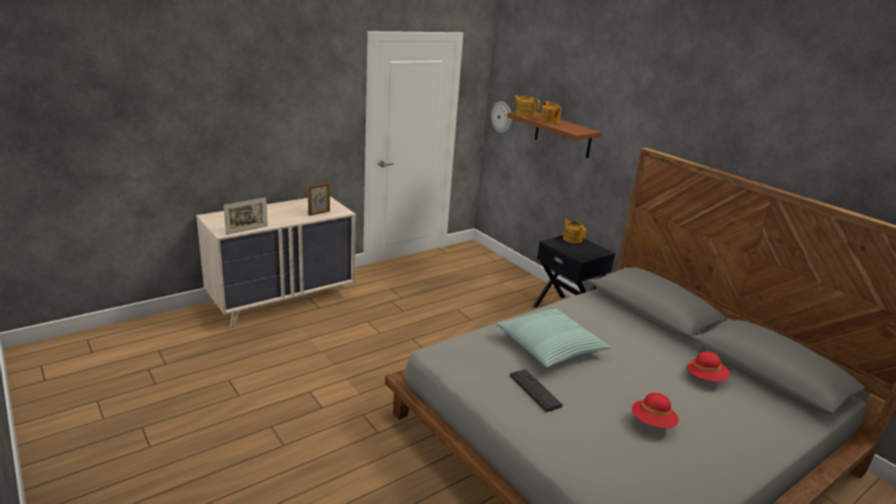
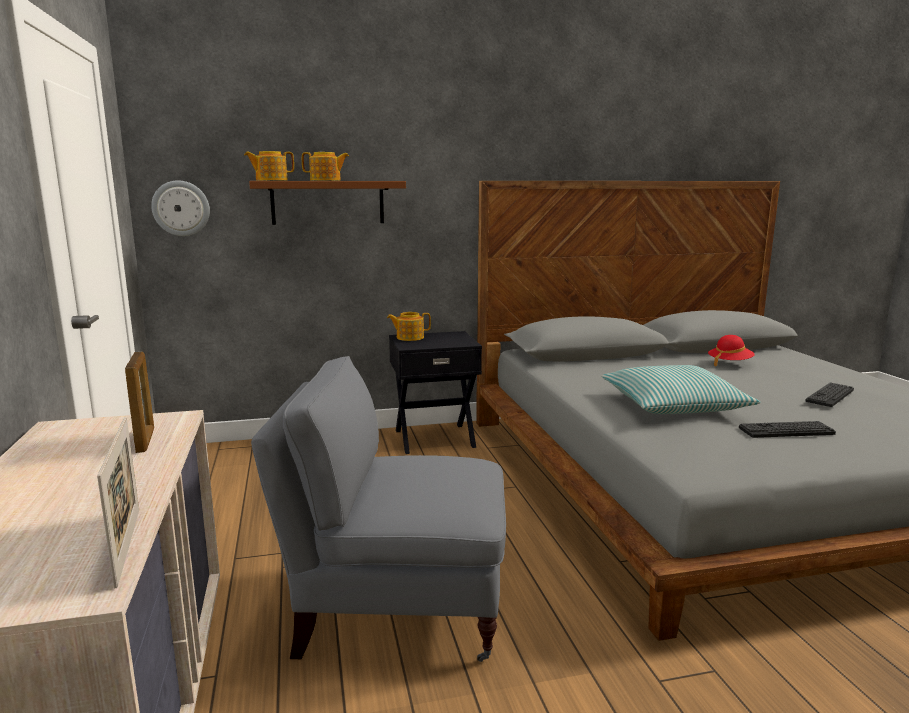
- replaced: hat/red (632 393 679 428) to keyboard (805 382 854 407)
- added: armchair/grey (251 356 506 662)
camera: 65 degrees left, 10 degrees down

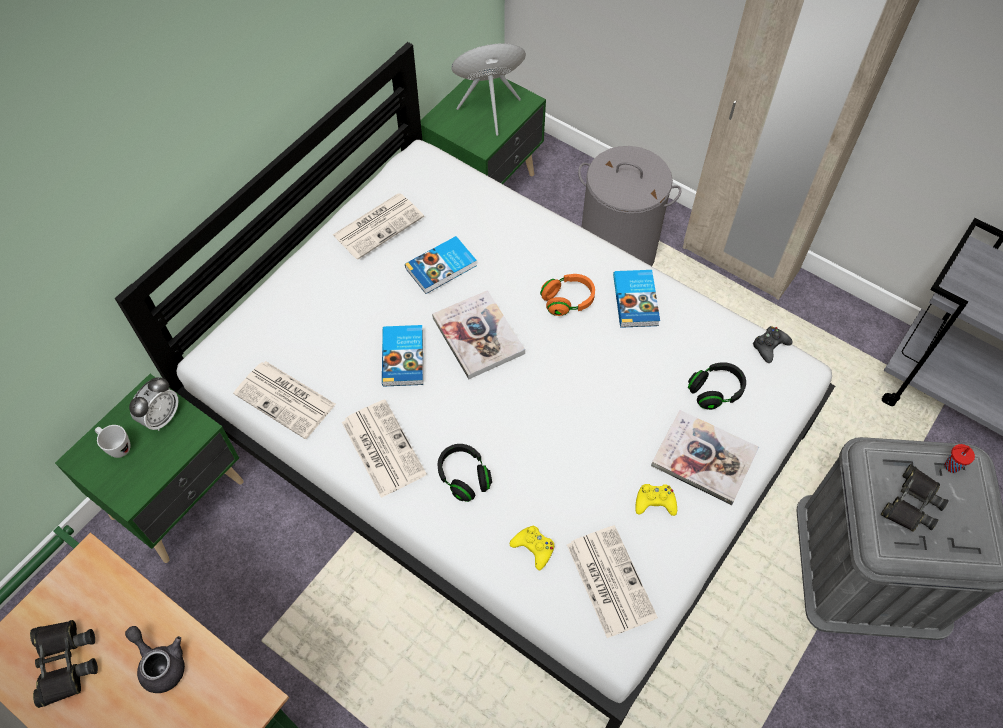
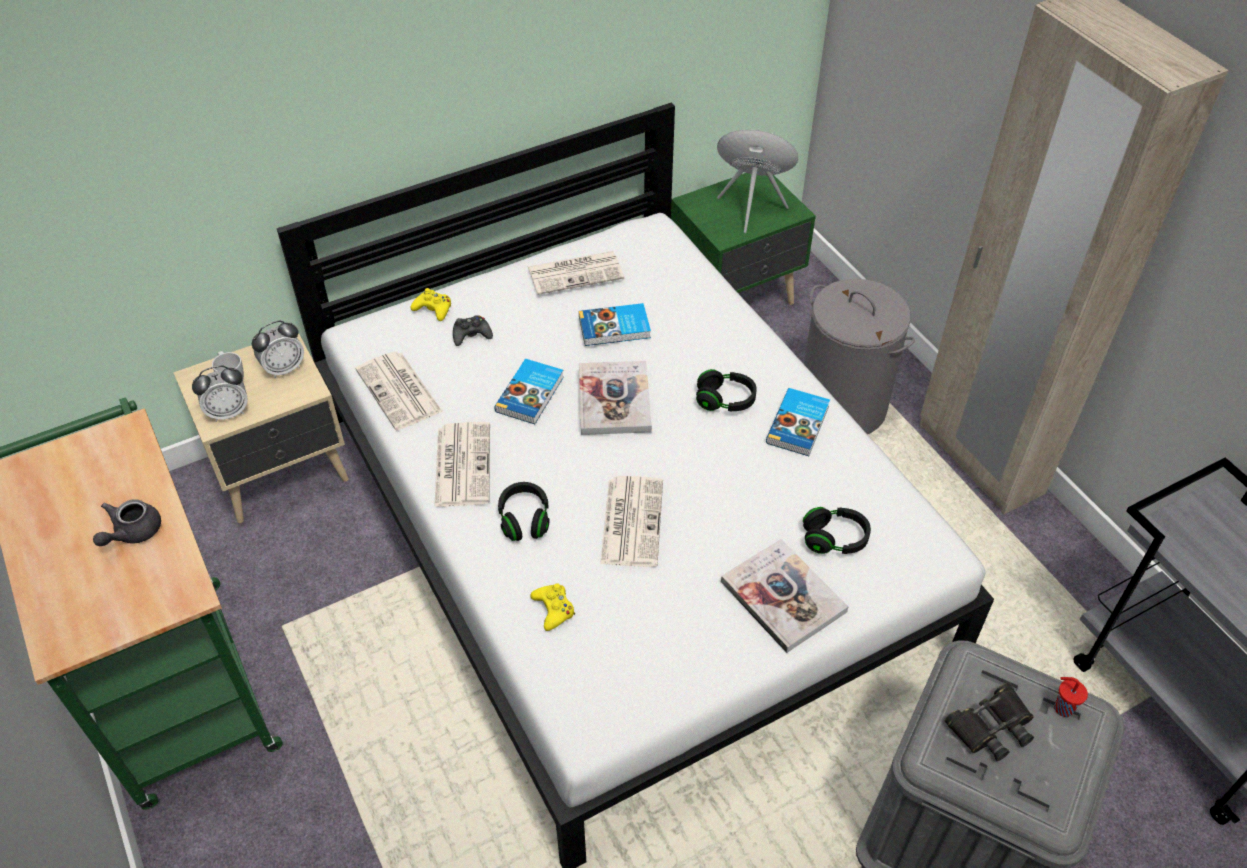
- removed: binoculars/black (30 620 98 708)
- recoloured: nightstand/green (55 374 244 563) to nightstand/beige (173 333 349 523)
- turned: teapot/grey (125 626 185 693) = (93 499 161 546) 135 degrees counterclockwise
- recoloured: headphones/orange (540 274 595 316) to headphones/black (696 369 757 412)
- moved: newspaper (567 525 658 638) to (600 476 663 567)
- moved: game controller/yellow (635 484 677 516) to (411 288 451 321)
- moved: game controller/black (752 326 793 363) to (453 315 493 346)
- added: alarm clock (192 366 248 422)
camera: 25 degrees right, 10 degrees down

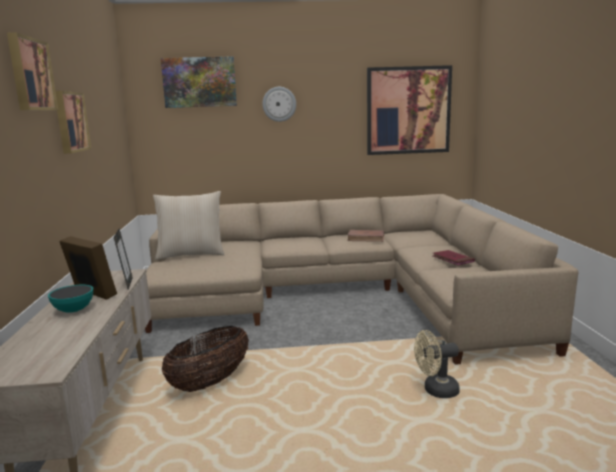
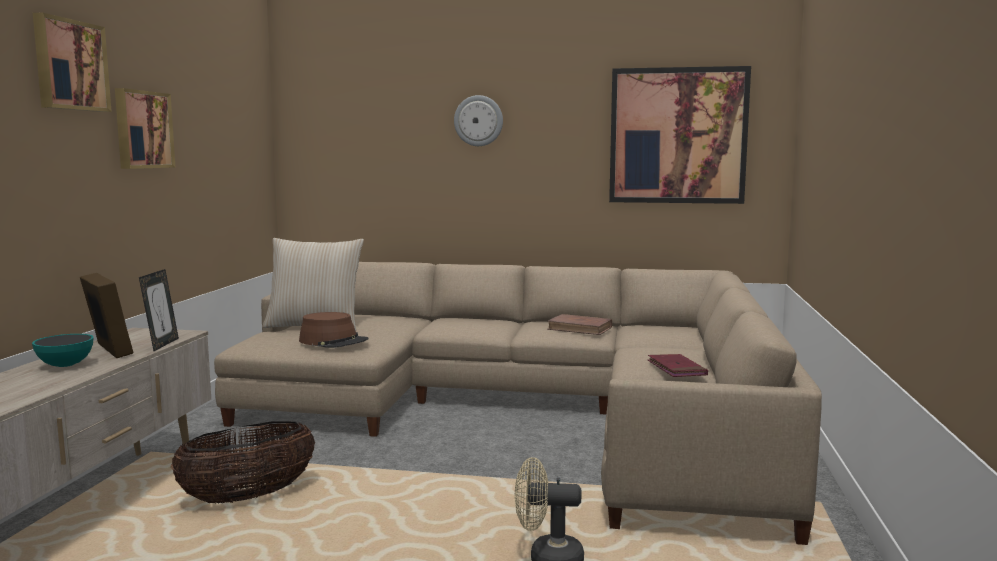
- removed: picture (161 56 237 108)
- added: hat/brown (299 312 369 348)
camera: 15 degrees right, 5 degrees down

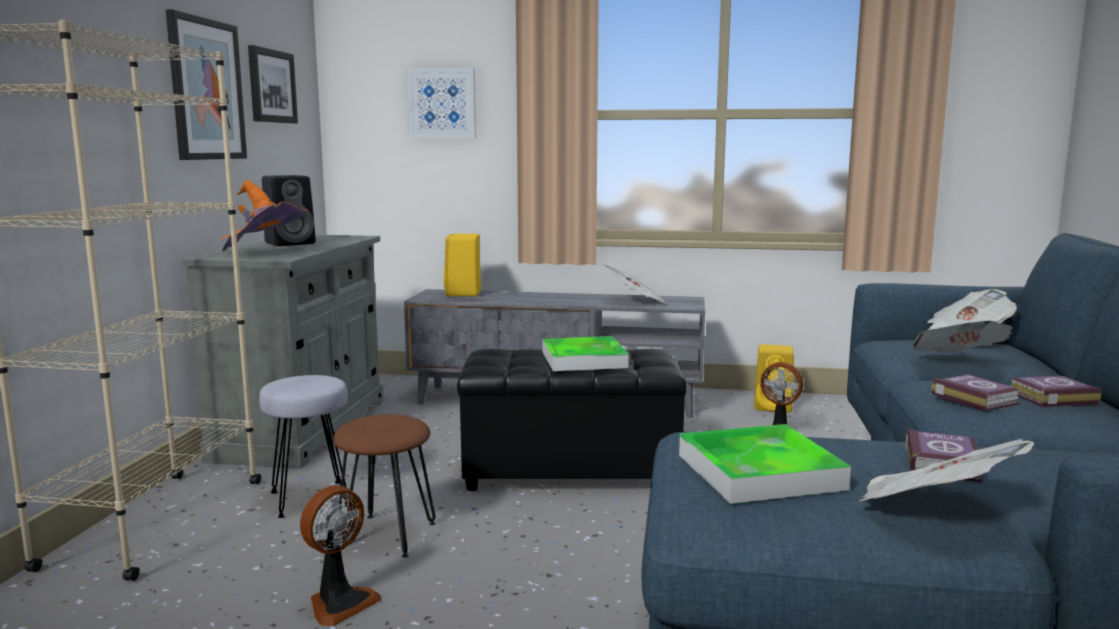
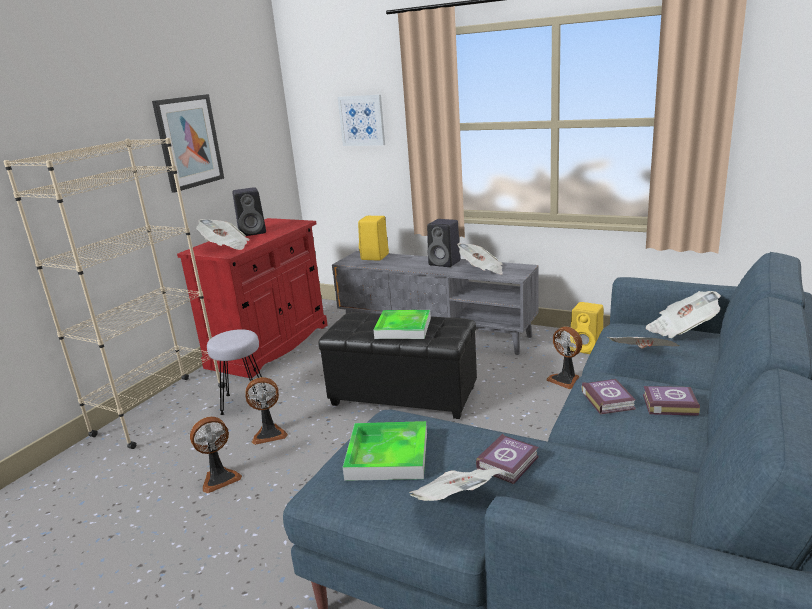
- recoloured: cabinet/grey (182 235 383 469) to cabinet/red (177 218 327 378)
- replaced: hat/orange (222 180 309 251) to newspaper (196 219 250 250)
- removed: picture (248 45 298 123)
- replaced: stool/brown (333 414 436 558) to fan (245 377 288 445)
- added: speaker/black (427 219 461 267)
camera: 20 degrees right, 10 degrees up

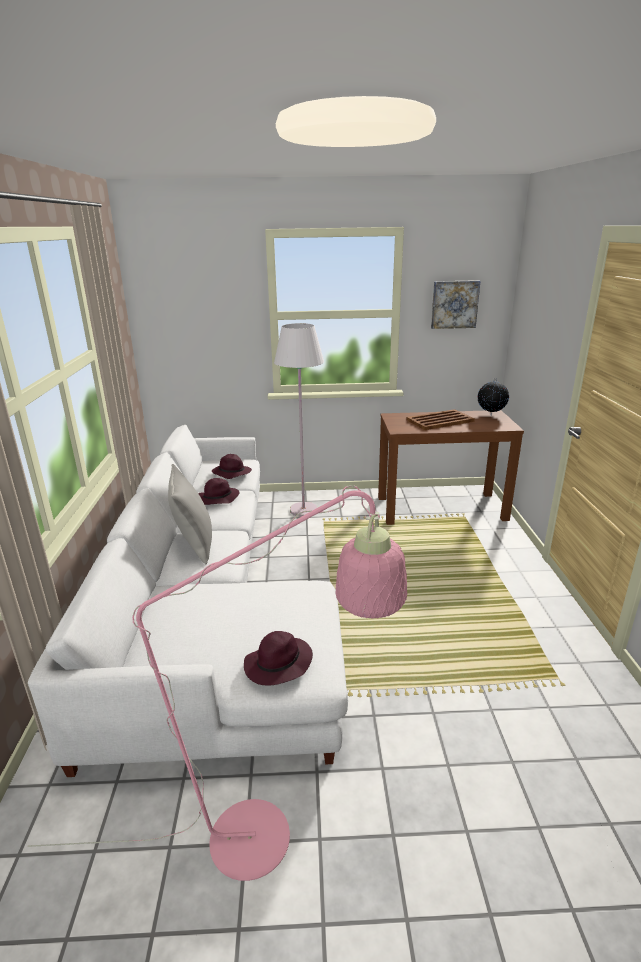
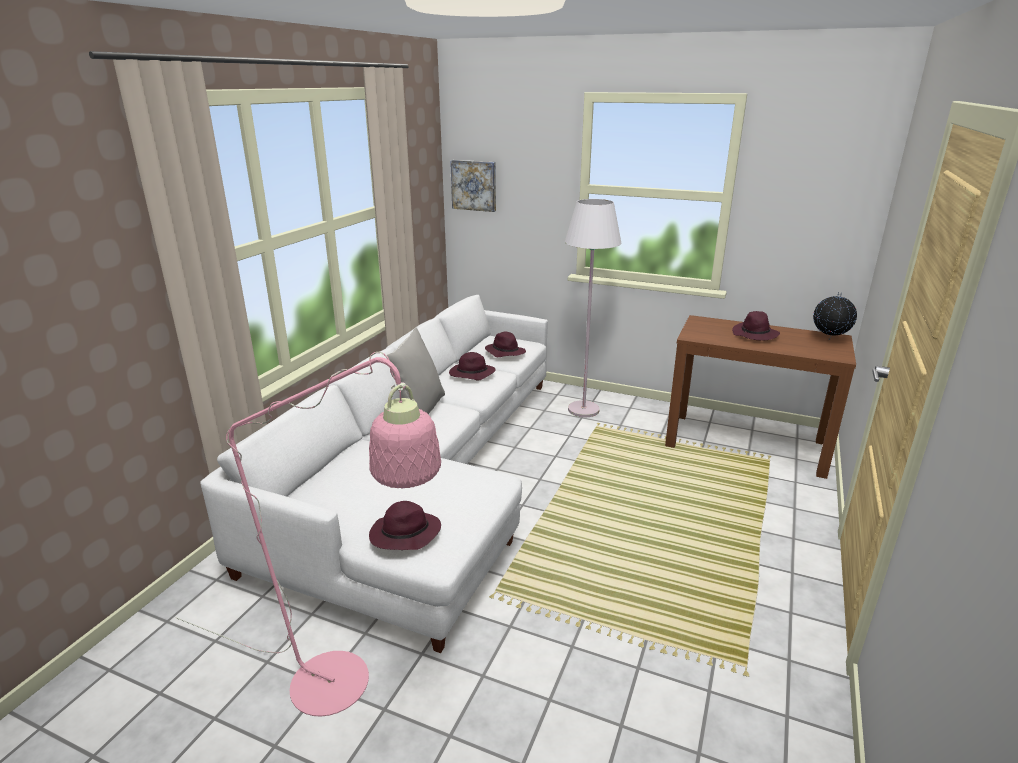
- replaced: tray/brown (406 409 475 430) to hat/purple (732 311 780 341)
- moved: picture (431 280 480 329) to (450 160 496 212)
camera: 25 degrees right, 0 degrees up

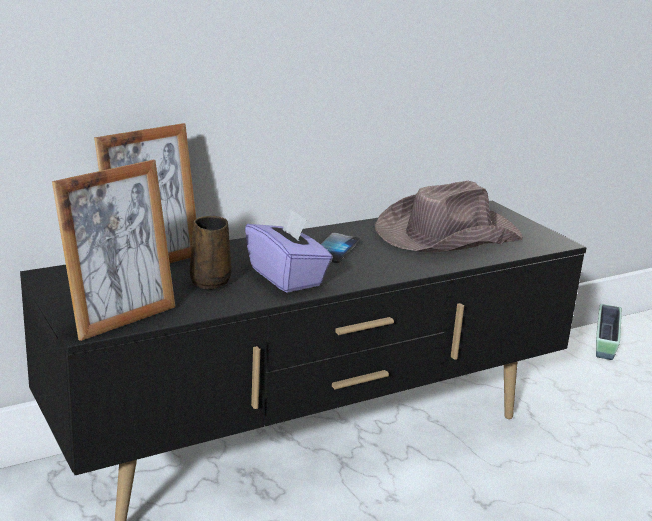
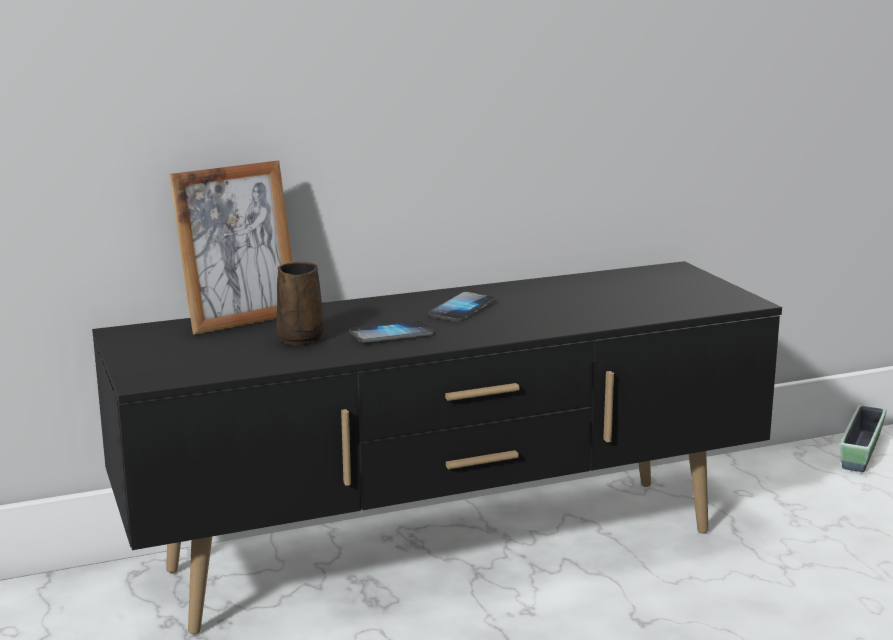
- removed: picture frame (52 160 175 341)
- replaced: tissue box/purple (245 208 333 293) to phone (349 321 435 343)
- removed: hat/brown (375 181 523 252)
camera: 10 degrees right, 5 degrees down

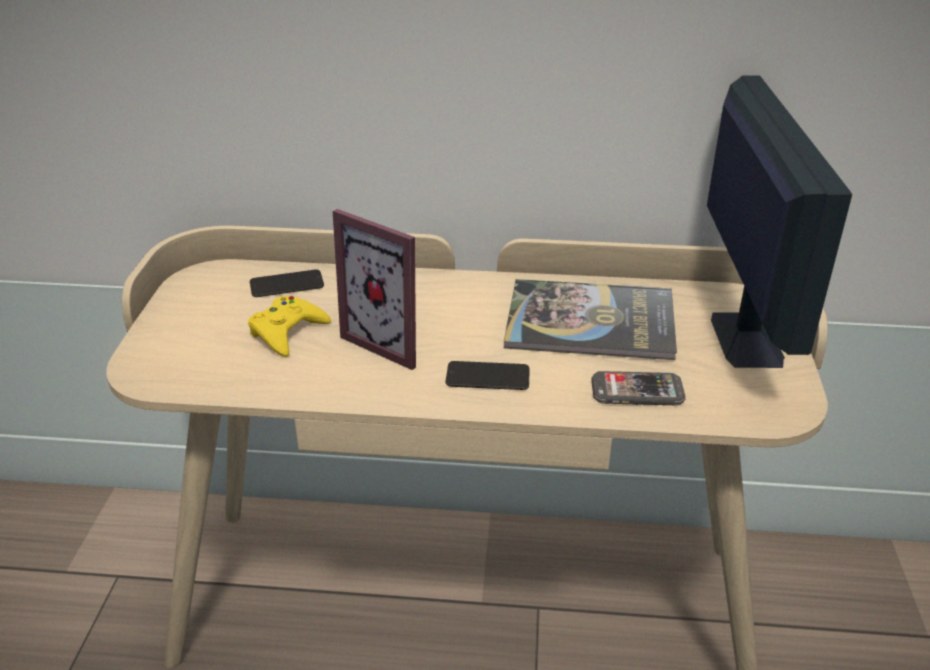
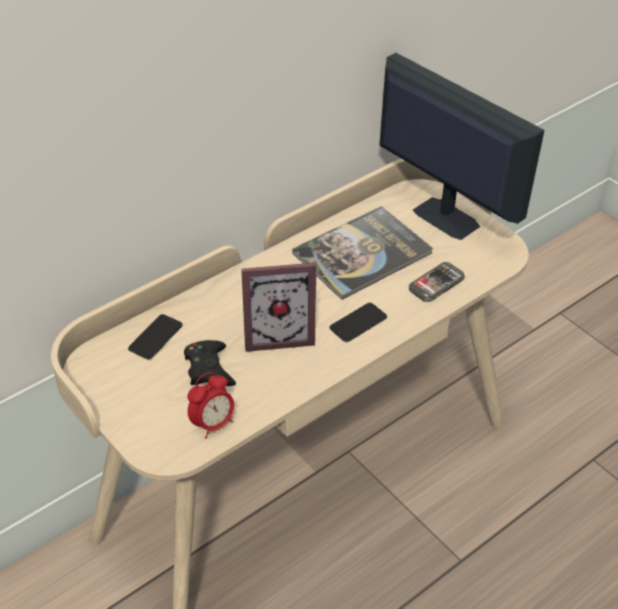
- recoloured: game controller/yellow (248 296 331 357) to game controller/black (184 340 236 386)
- added: alarm clock (187 372 234 439)
camera: 45 degrees left, 10 degrees up

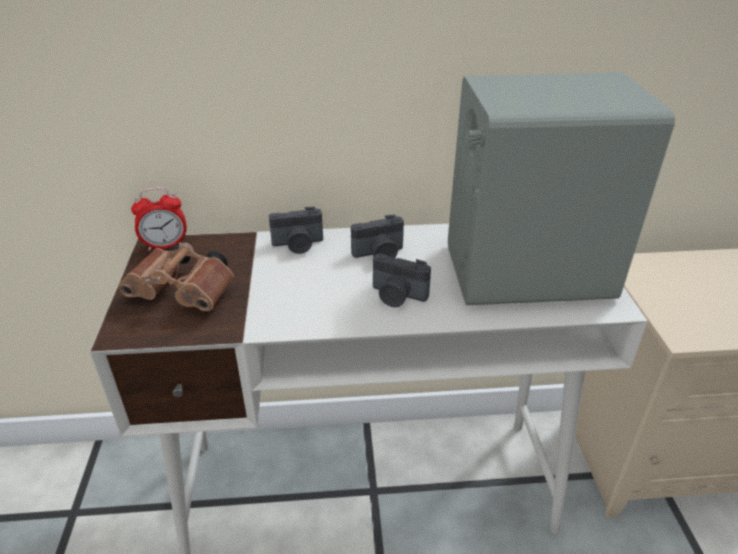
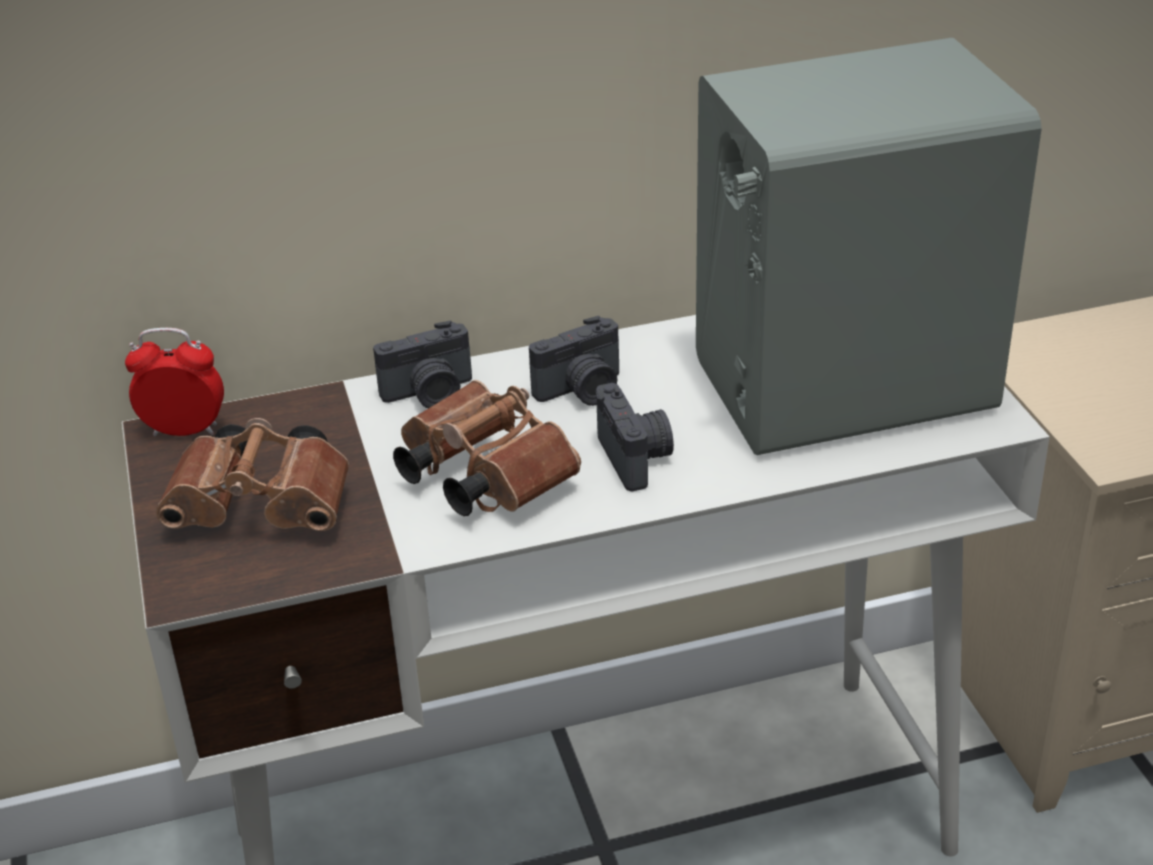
- turned: alarm clock (131 187 187 251) = (125 328 224 436) 150 degrees counterclockwise
- turned: photo camera (373 253 431 307) = (596 383 674 491) 120 degrees counterclockwise
- added: binoculars/brown (393 380 581 516)
camera: 10 degrees left, 0 degrees up

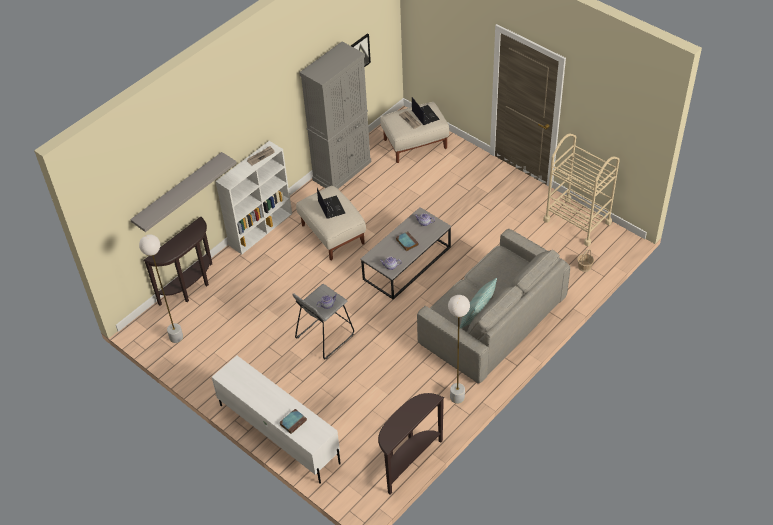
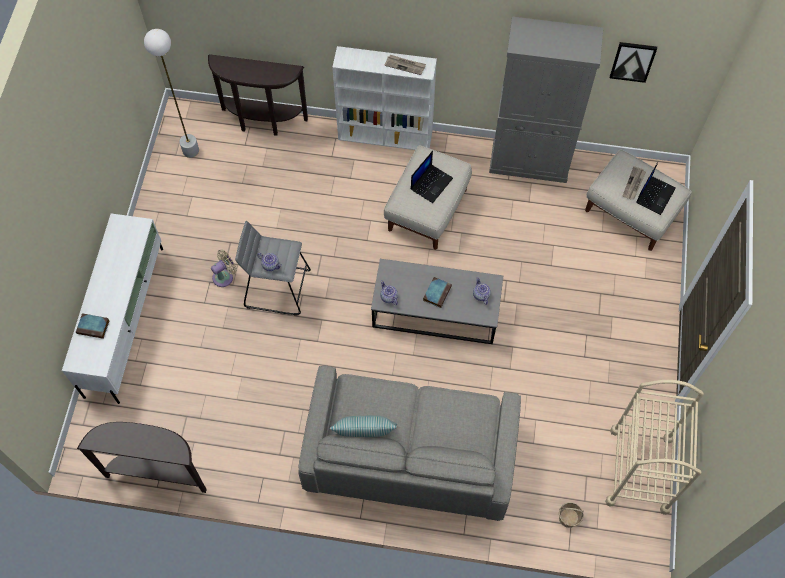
- removed: shelf/grey (130 152 237 232)
- removed: floor lamp/white (448 295 470 404)
- added: fan/beige (211 250 237 287)
camera: 55 degrees right, 15 degrees up

